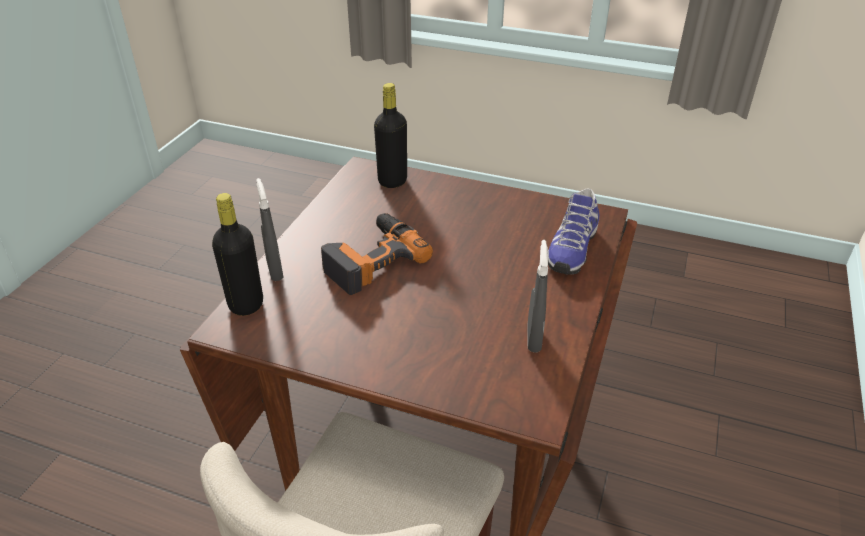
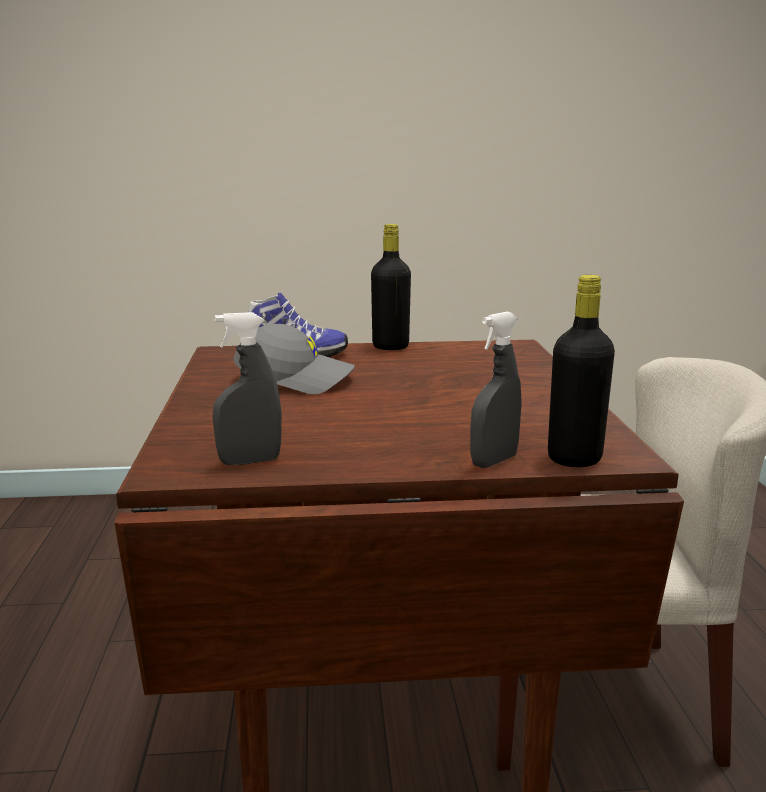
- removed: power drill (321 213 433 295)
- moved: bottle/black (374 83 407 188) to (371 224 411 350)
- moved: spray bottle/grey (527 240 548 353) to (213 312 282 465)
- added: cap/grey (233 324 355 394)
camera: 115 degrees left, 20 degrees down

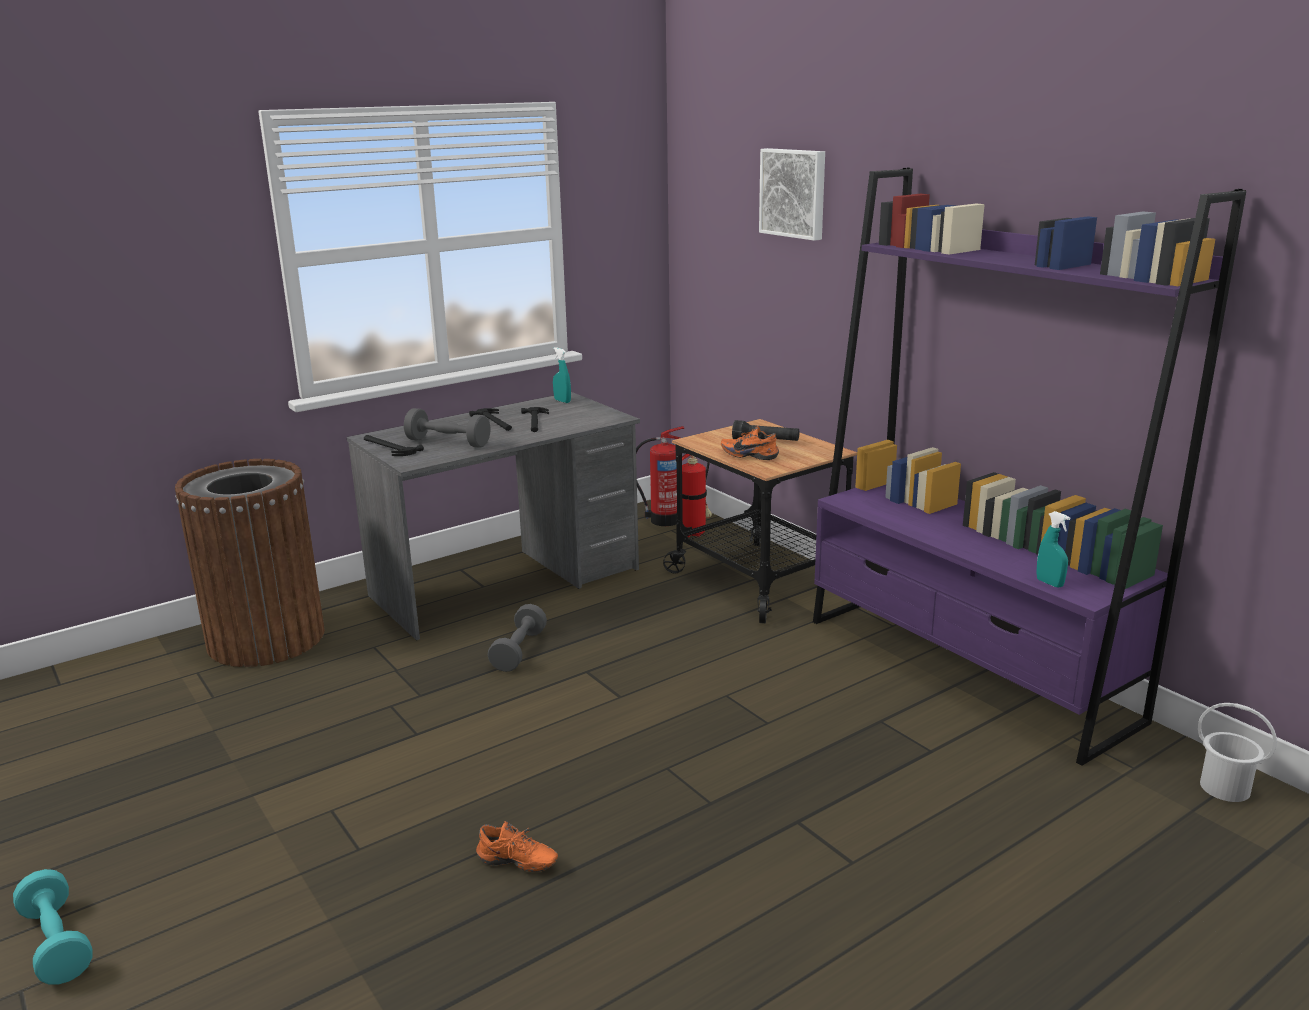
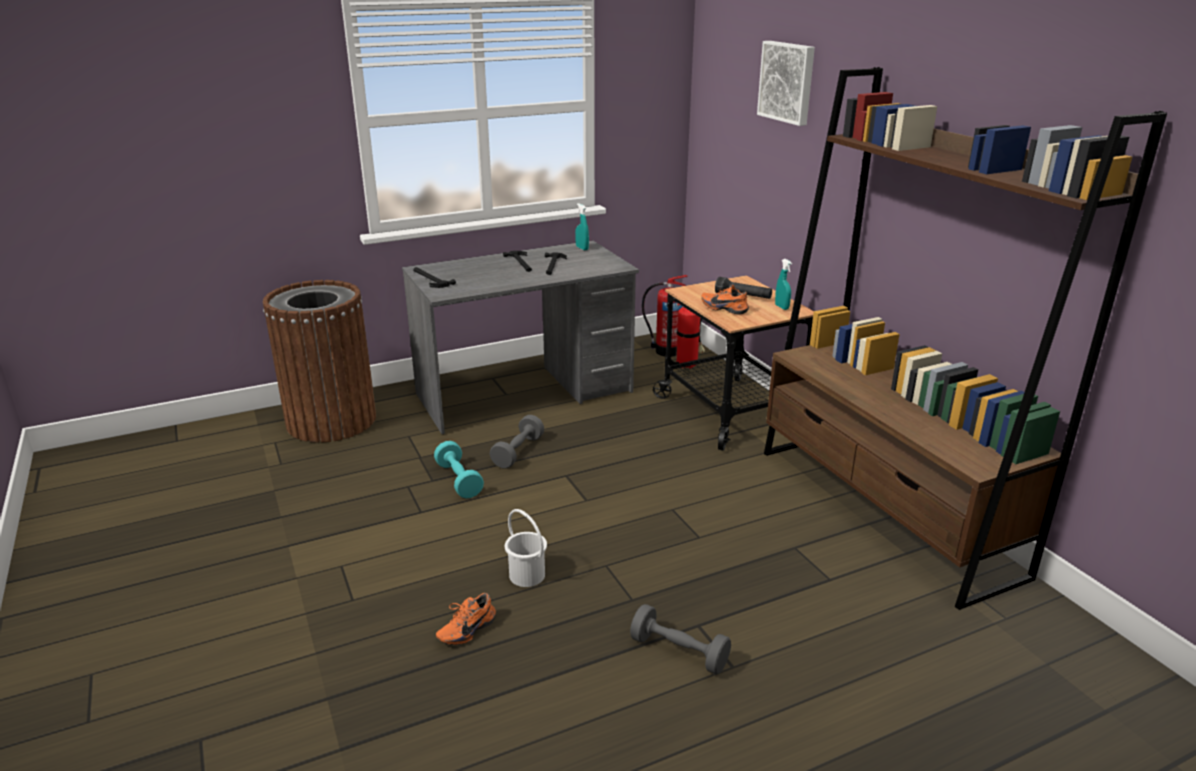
- moved: dumbbell/turquoise (13 869 93 985) to (434 441 484 498)
- moved: dumbbell/grey (404 408 490 448) to (630 604 731 674)
- turned: shoe/orange (476 821 558 872) = (436 593 496 645) 105 degrees clockwise
- recoloured: bookcase/purple (813 168 1246 766) to bookcase/brown (764 67 1167 610)
- moved: spray bottle/turquoise (1036 511 1071 588) to (775 259 792 310)
- moved: bucket/white (1198 703 1277 802) to (505 509 547 587)
camera: 10 degrees right, 5 degrees up

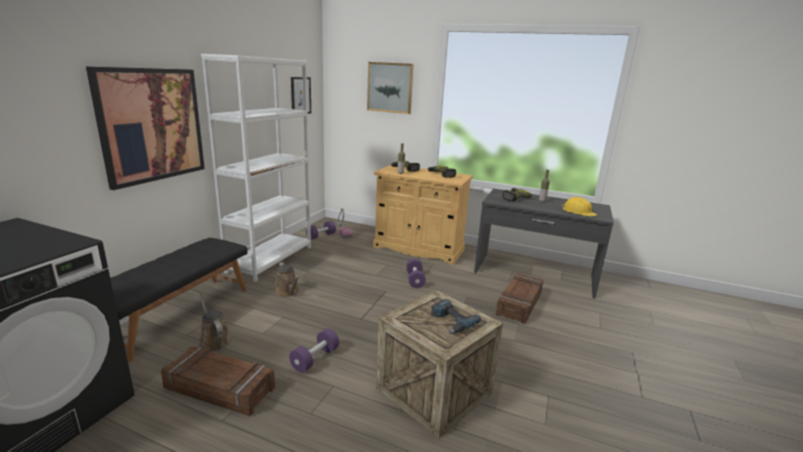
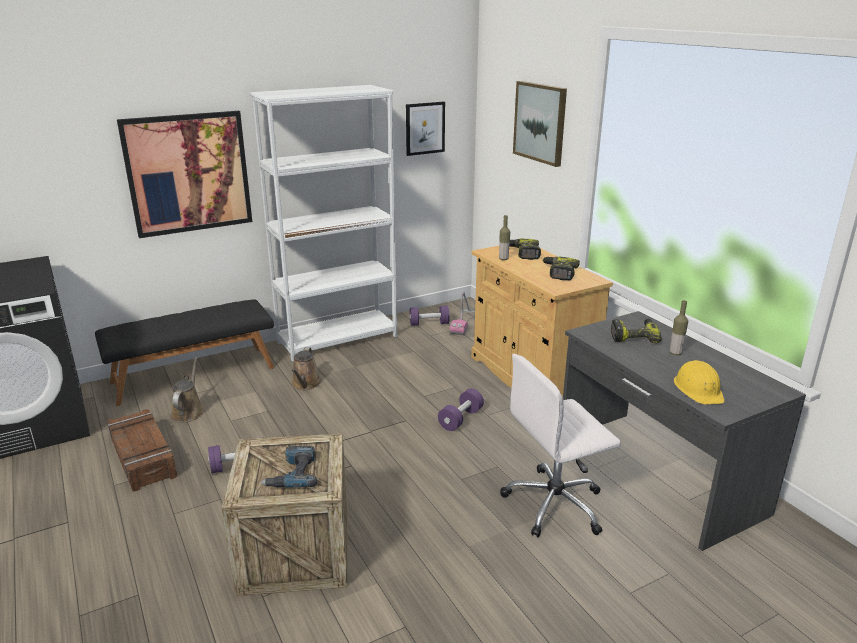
- replaced: crate (496 273 543 324) to office chair/white (500 354 621 537)
camera: 40 degrees right, 5 degrees up

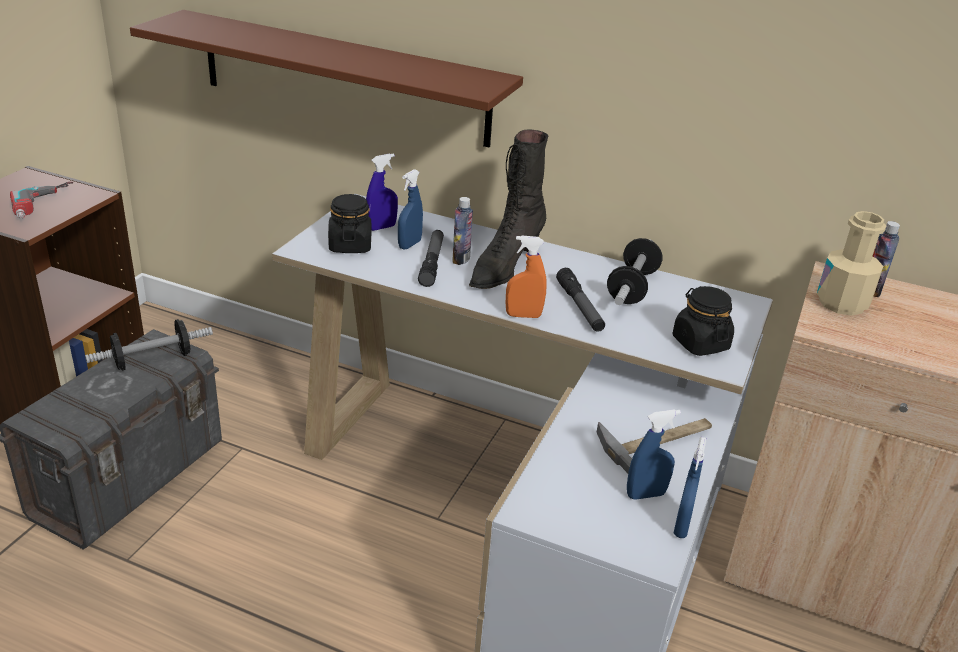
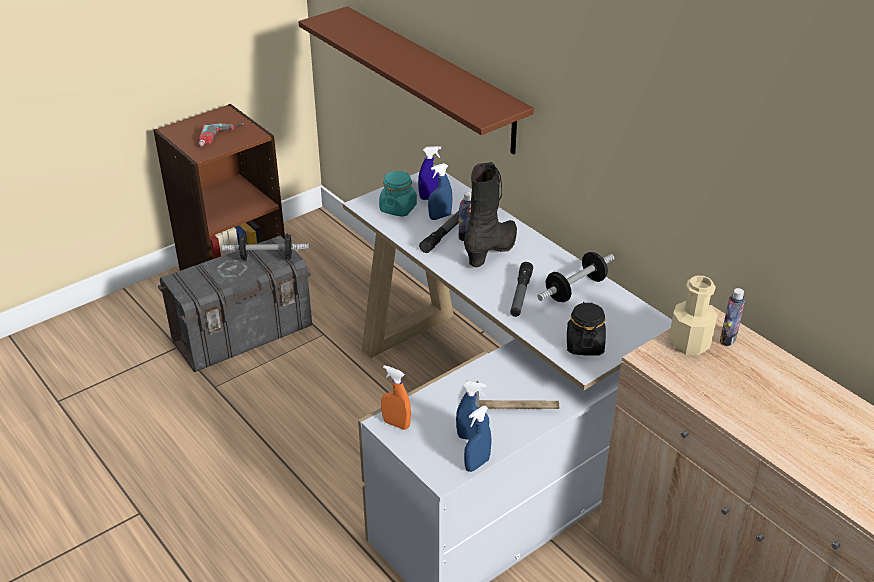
- recoloured: jar/black (328 194 371 253) to jar/turquoise (379 171 417 217)
- turned: boot/black (469 129 548 289) = (464 162 517 267) 150 degrees clockwise
- moved: spray bottle/orange (506 235 547 318) to (381 365 411 430)
camera: 30 degrees right, 5 degrees up

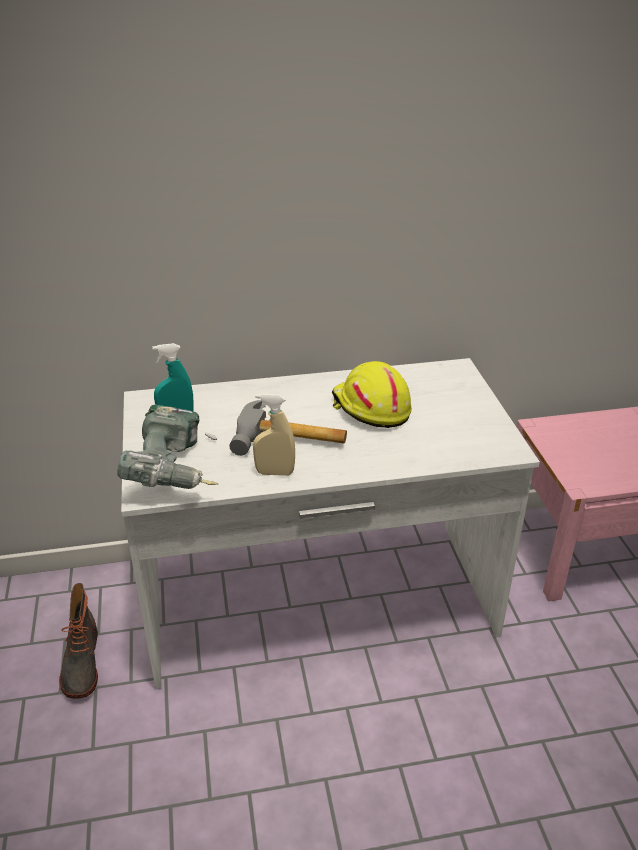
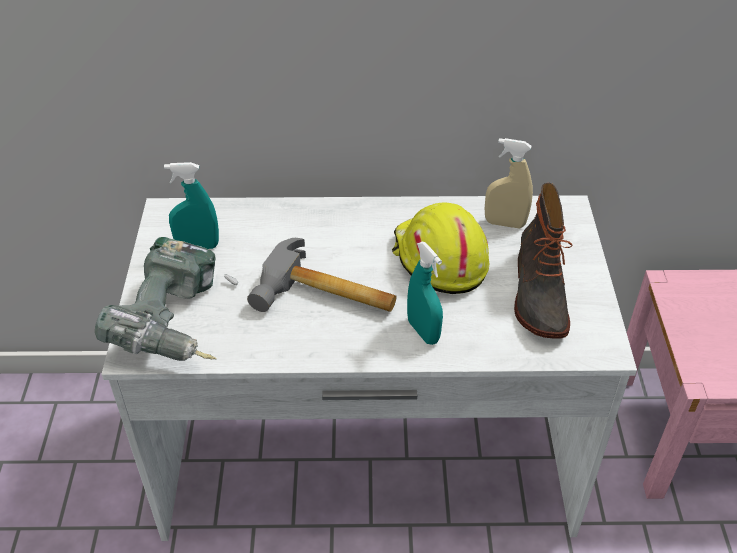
- moved: boot (59 583 98 699) to (514 183 572 339)
- moved: spray bottle/beige (253 393 295 476) to (485 138 533 229)
- added: spray bottle/turquoise (407 241 443 345)
camera: 10 degrees right, 10 degrees up

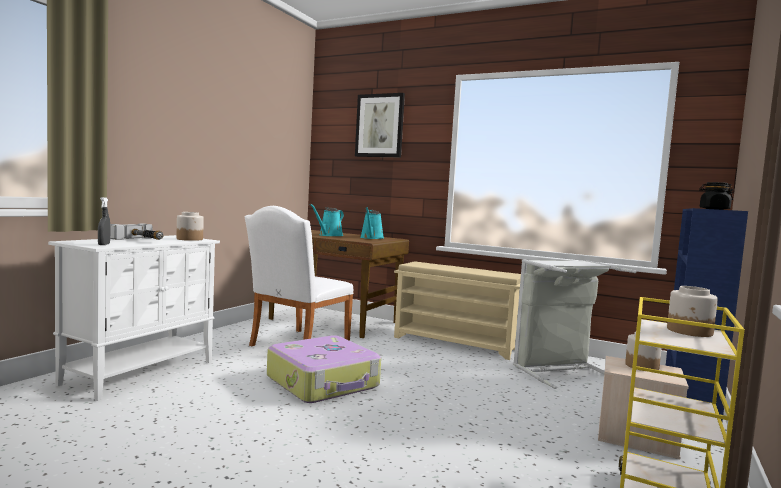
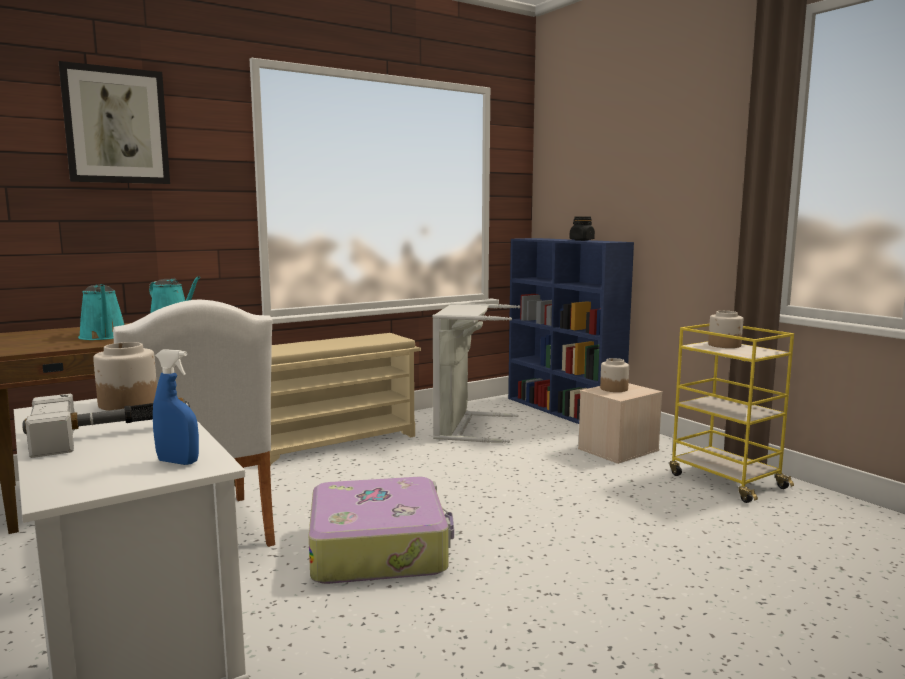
- recoloured: spray bottle/grey (98 197 110 245) to spray bottle/blue (153 349 199 465)
camera: 60 degrees left, 5 degrees up

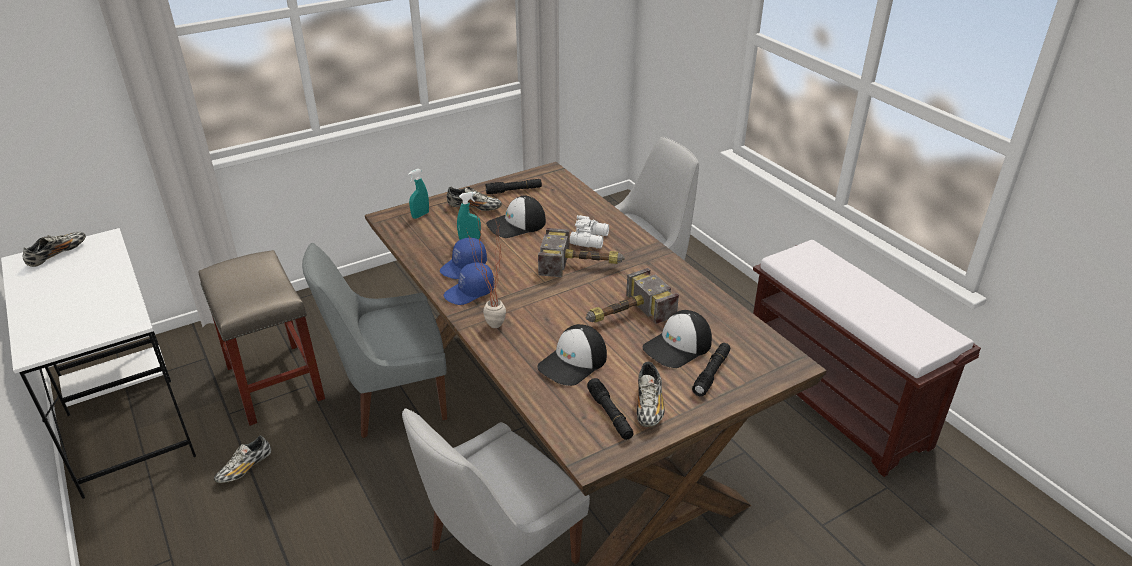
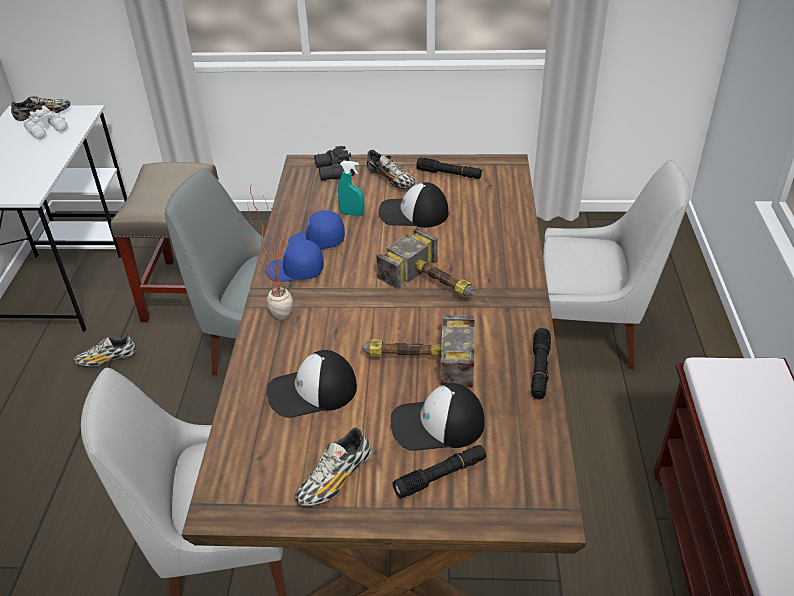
- replaced: spray bottle/turquoise (408 169 429 219) to binoculars/black (314 146 354 181)
- moved: binoculars/white (570 215 609 249) to (24 105 68 140)
- moved: flashlight/black (587 378 634 440) to (531 328 551 399)
camera: 35 degrees right, 5 degrees up

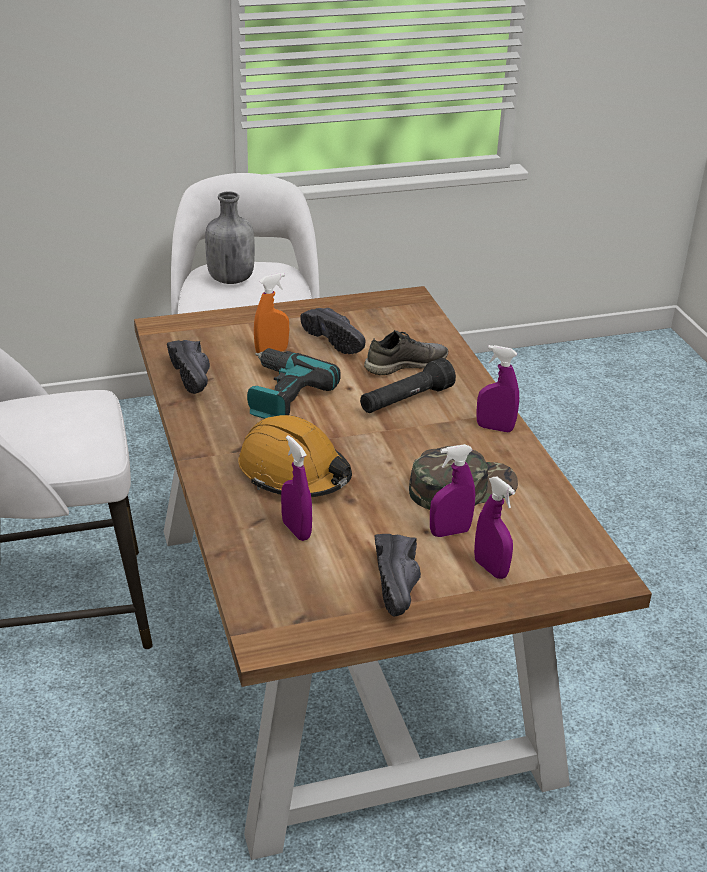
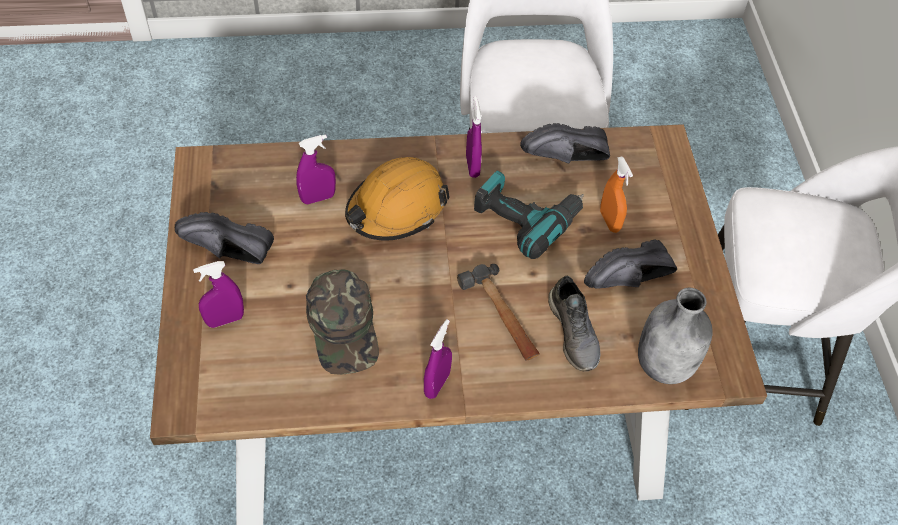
- moved: bottle/grey (205 191 255 284) to (638 288 713 384)
- replaced: flashlight/black (360 358 456 413) to hammer (457 264 540 361)
- moved: spray bottle/purple (430 444 475 537) to (466 96 482 178)
camera: 100 degrees right, 20 degrees up

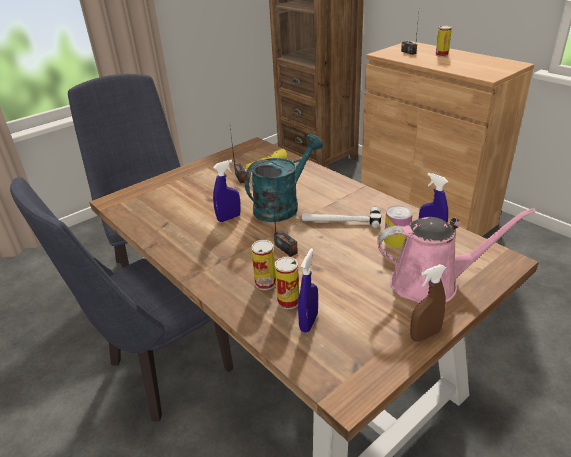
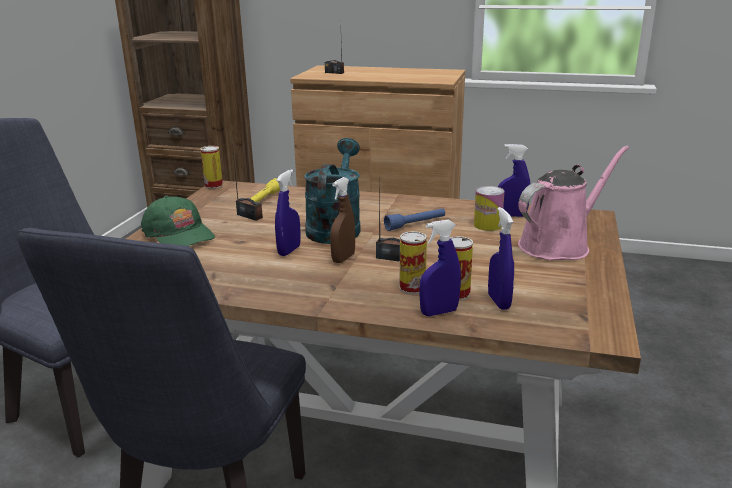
- replaced: hammer (301 207 381 228) to flashlight/blue (384 208 445 231)
- moved: spray bottle/brown (410 264 446 341) to (330 177 355 263)
- moved: can (436 26 452 57) to (200 146 223 189)
- added: cap/green (141 196 215 246)
- added: spray bottle/blue (419 220 461 316)
camera: 35 degrees left, 10 degrees down

